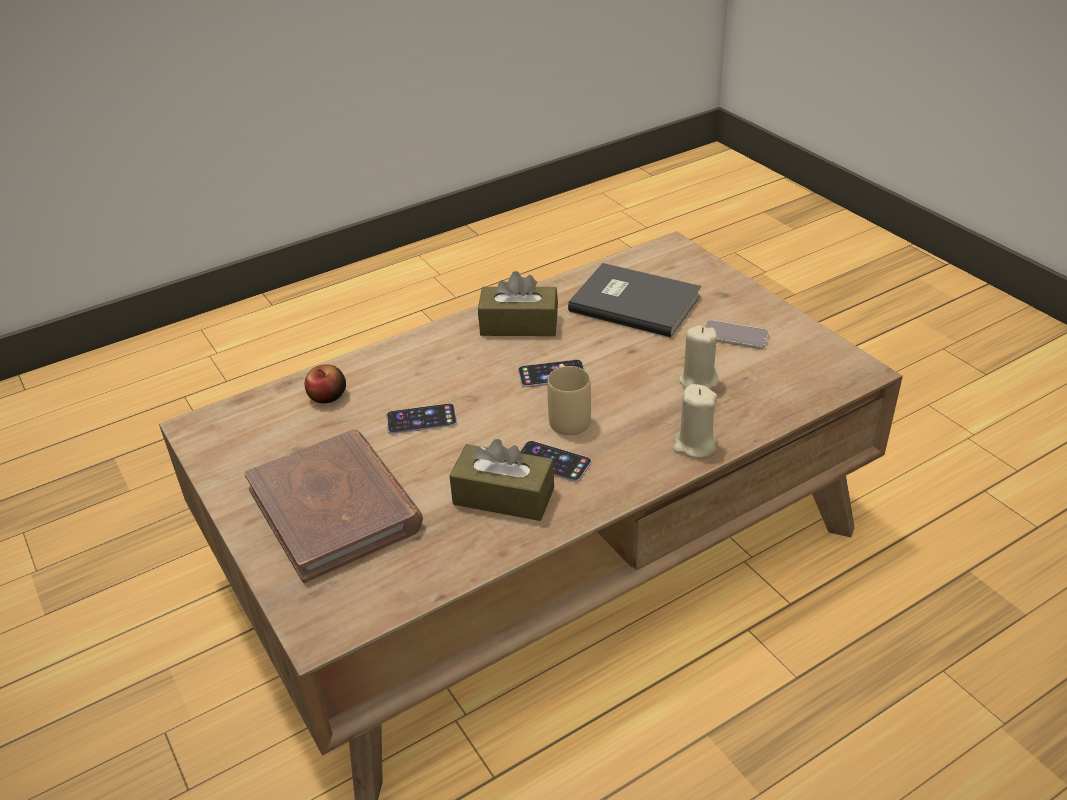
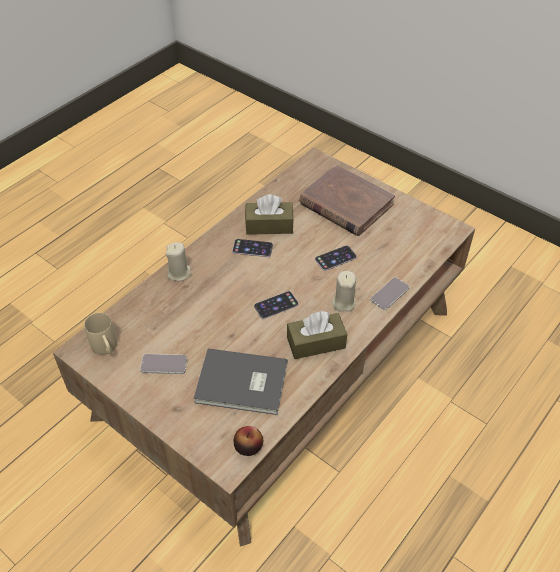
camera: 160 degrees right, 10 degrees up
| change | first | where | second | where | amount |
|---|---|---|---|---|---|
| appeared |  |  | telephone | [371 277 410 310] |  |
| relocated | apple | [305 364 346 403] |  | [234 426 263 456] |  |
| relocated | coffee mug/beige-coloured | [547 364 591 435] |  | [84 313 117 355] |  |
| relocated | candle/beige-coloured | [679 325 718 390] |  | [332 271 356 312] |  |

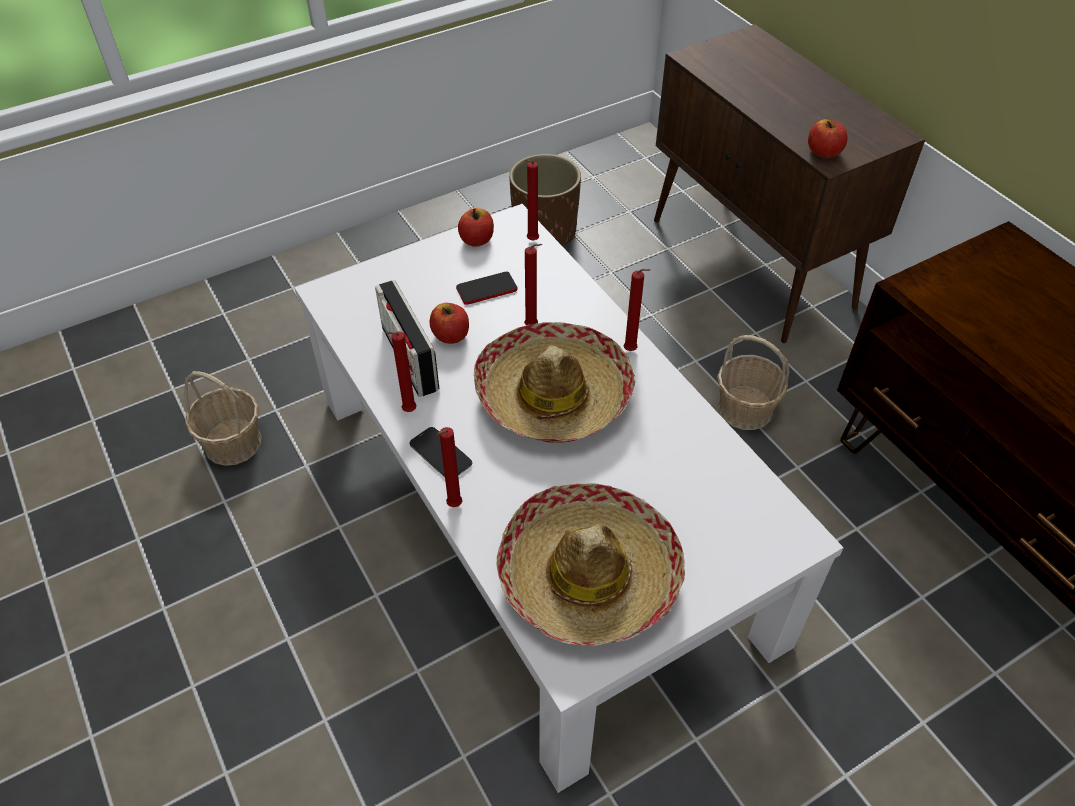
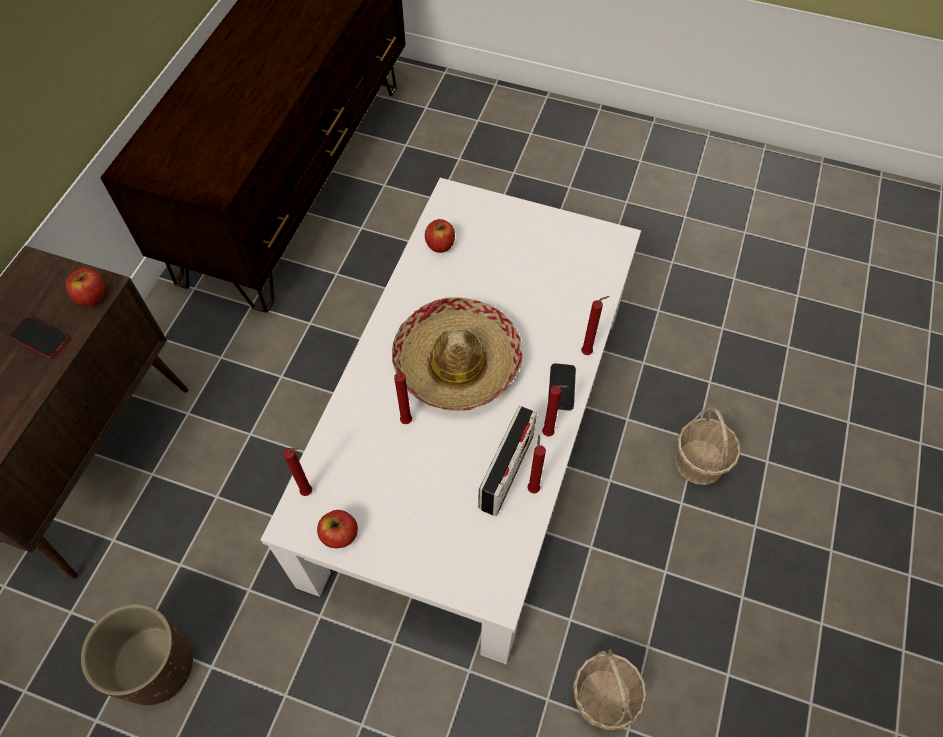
camera: 130 degrees left, 10 degrees up
| change | first | where | second | where | amount |
|---|---|---|---|---|---|
| missing | clothing hat | [497 483 685 646] |  |  |  |
| relocated | apple | [429 303 469 344] |  | [425 219 455 253] |  |
| relocated | telephone | [456 272 518 305] |  | [10 317 69 358] |  |
| relocated | candle/red | [624 269 650 351] |  | [527 435 546 494] |  |
| relocated | storage basket | [717 335 790 430] |  | [675 407 740 485] |  |

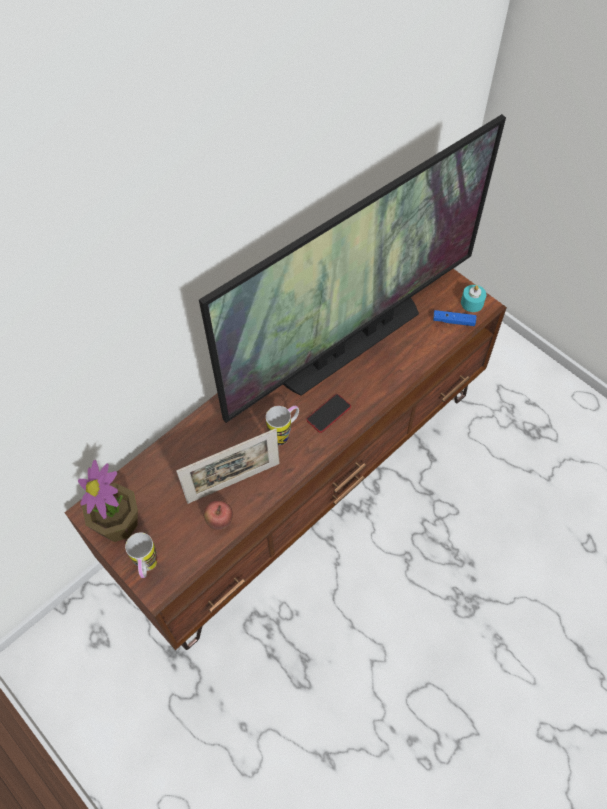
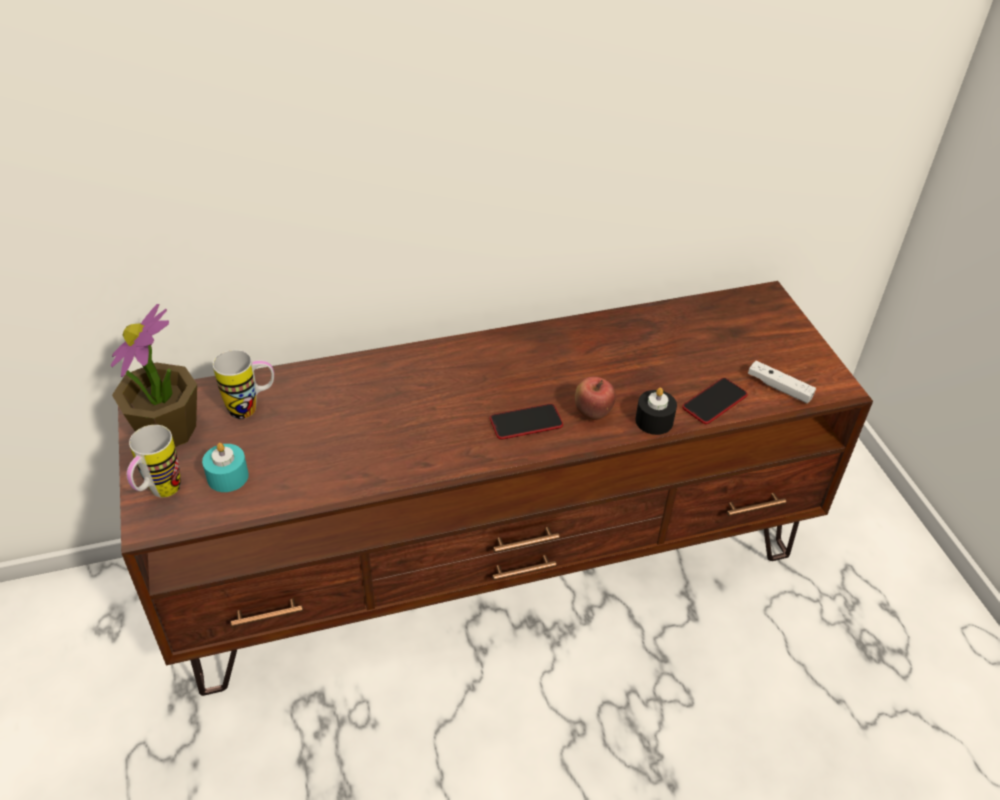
camera: 25 degrees right, 15 degrees down
| change | first | where | second | where | amount |
|---|---|---|---|---|---|
| missing | picture frame | [176 428 280 504] |  |  |  |
| missing | TV | [199 114 506 423] |  |  |  |
| appeared |  |  | candle/black | [635 387 677 435] |  |
| appeared |  |  | telephone | [682 378 748 424] |  |
| relocated | apple | [204 501 233 530] |  | [575 377 616 420] |  |
| relocated | coffee mug | [266 406 299 445] |  | [213 350 274 419] |  |
| relocated | candle/turquoise | [461 285 486 312] |  | [202 443 249 492] |  |
| colour | joypad/blue | [433 310 476 326] | joypad/white | [748 361 816 403] |  |

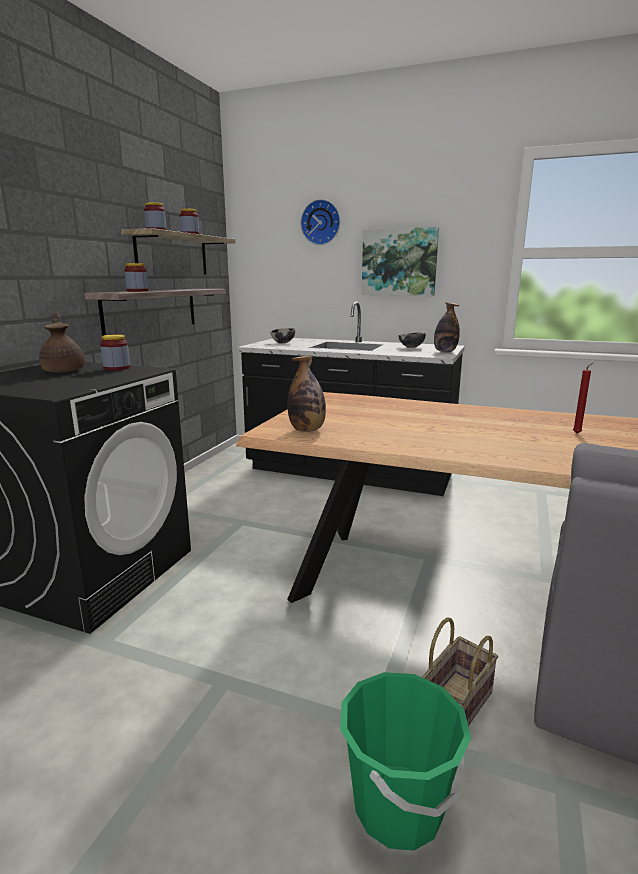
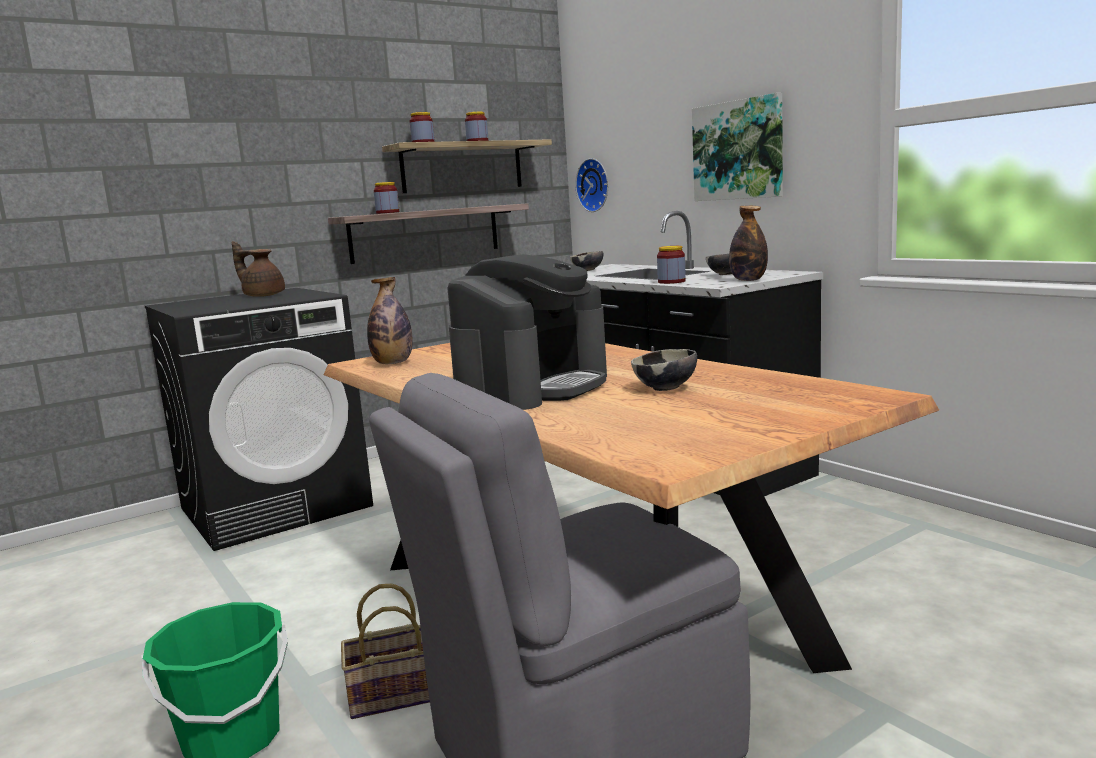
camera: 35 degrees right, 5 degrees down
| change | first | where | second | where | amount |
|---|---|---|---|---|---|
| appeared |  |  | coffee machine | [447 254 607 410] |  |
| relocated | preserve jar | [100 335 130 371] |  | [657 246 686 284] |  |
| relocated | wall clock | [301 199 340 245] |  | [575 158 608 212] |  |
| exchanged | candle/red | [573 363 593 434] | deep dish | [631 349 697 391] |  |
| spun | teapot/brown | [39 312 86 373] |  | [232 241 285 297] | 75 degrees counterclockwise |

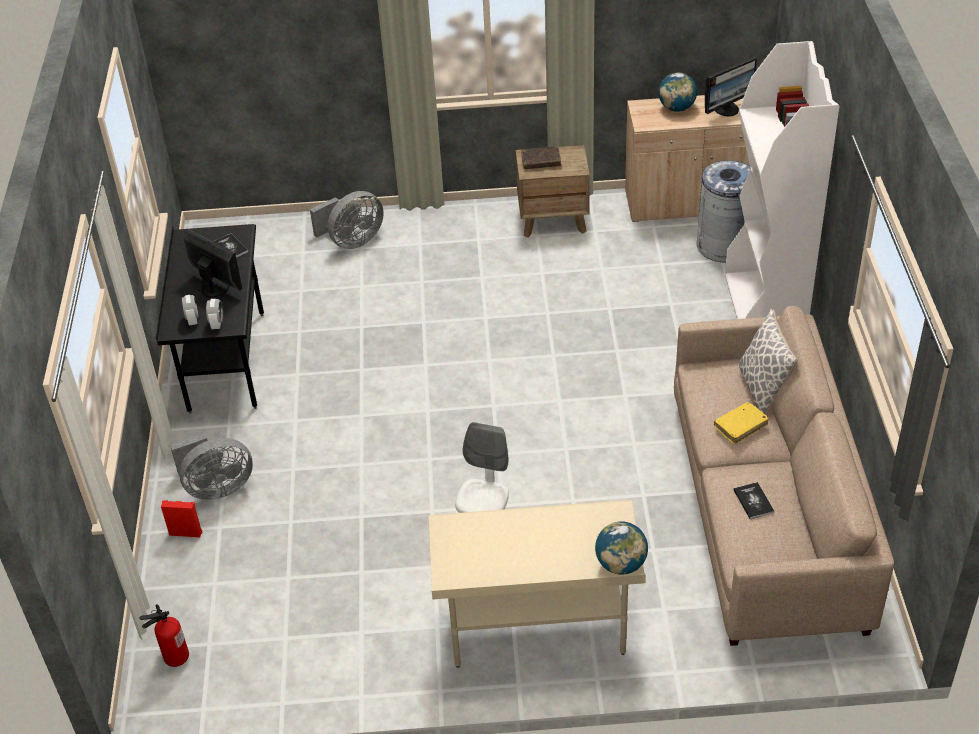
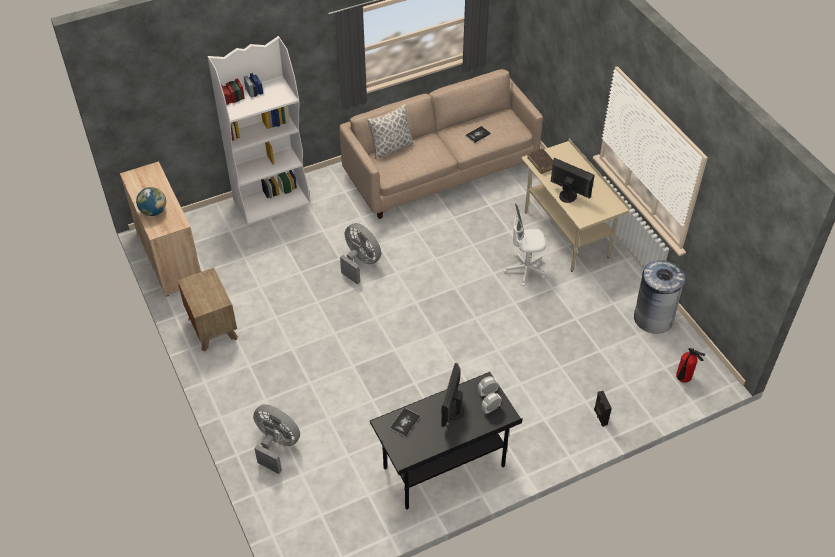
camera: 115 degrees left, 5 degrees up
| change | first | where | second | where | amount |
|---|---|---|---|---|---|
| missing | desk globe | [595 521 648 575] |  |  |  |
| missing | book/yellow | [714 402 769 444] |  |  |  |
| relocated | cooling fan/grey | [170 434 253 500] |  | [340 223 381 284] |  |
| relocated | book/brown | [521 146 561 169] |  | [527 148 553 174] |  |
| relocated | trash can/grey | [696 160 750 262] |  | [634 260 685 334] |  |
| relocated | computer display | [705 56 757 116] |  | [551 158 594 203] |  |
| colour | loudspeaker/red | [161 500 202 537] | loudspeaker/black | [594 391 612 427] |  |

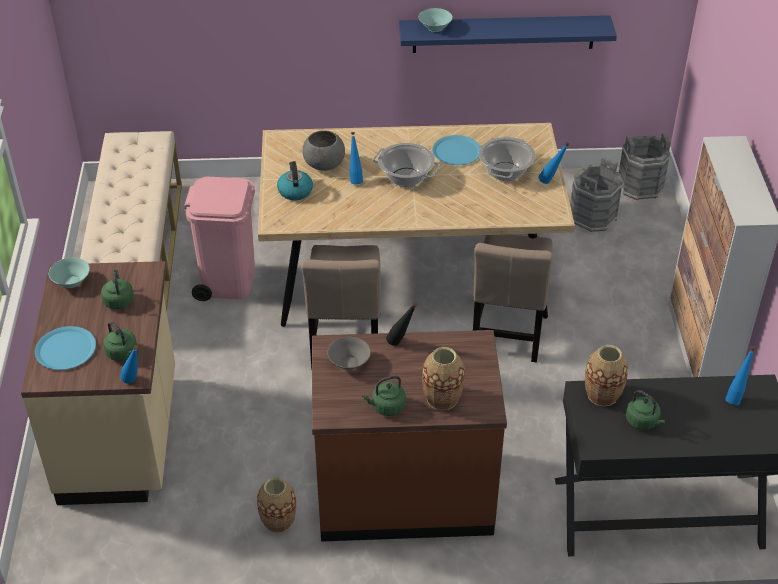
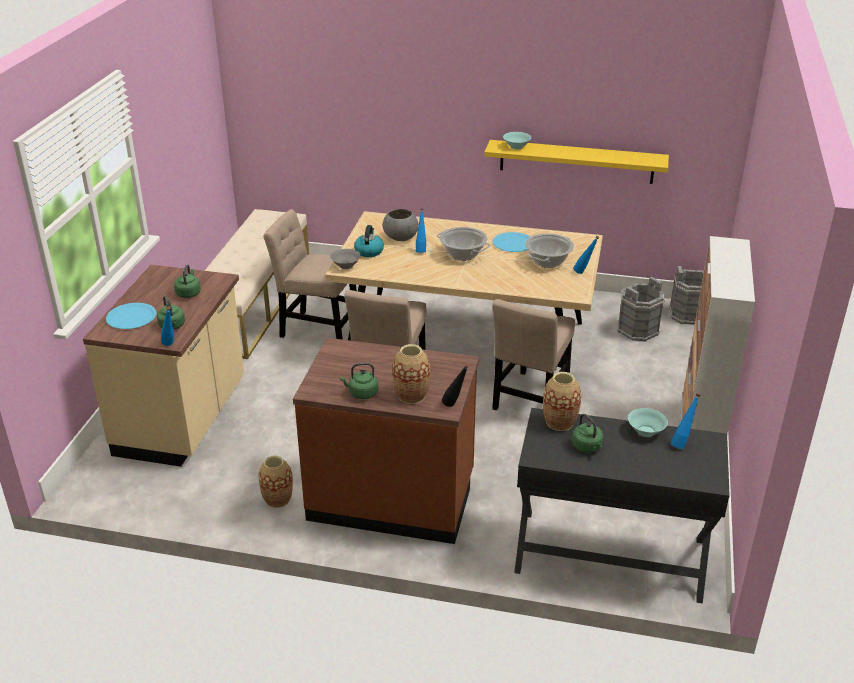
camera: 15 degrees right, 10 degrees down
| change | first | where | second | where | amount |
|---|---|---|---|---|---|
| relocated | deep dish/turquoise | [49 258 90 288] |  | [628 408 668 437] |  |
| relocated | deep dish/grey | [328 337 371 370] |  | [330 249 361 269] |  |
| relocated | drink bottle/black | [386 302 417 346] |  | [442 363 469 407] |  |
| exchanged | trash can/pink | [184 177 255 301] | chair/beige-coloured | [264 209 357 340] |  |
| colour | shelf/blue | [399 15 617 53] | shelf/yellow | [484 140 669 184] |  |

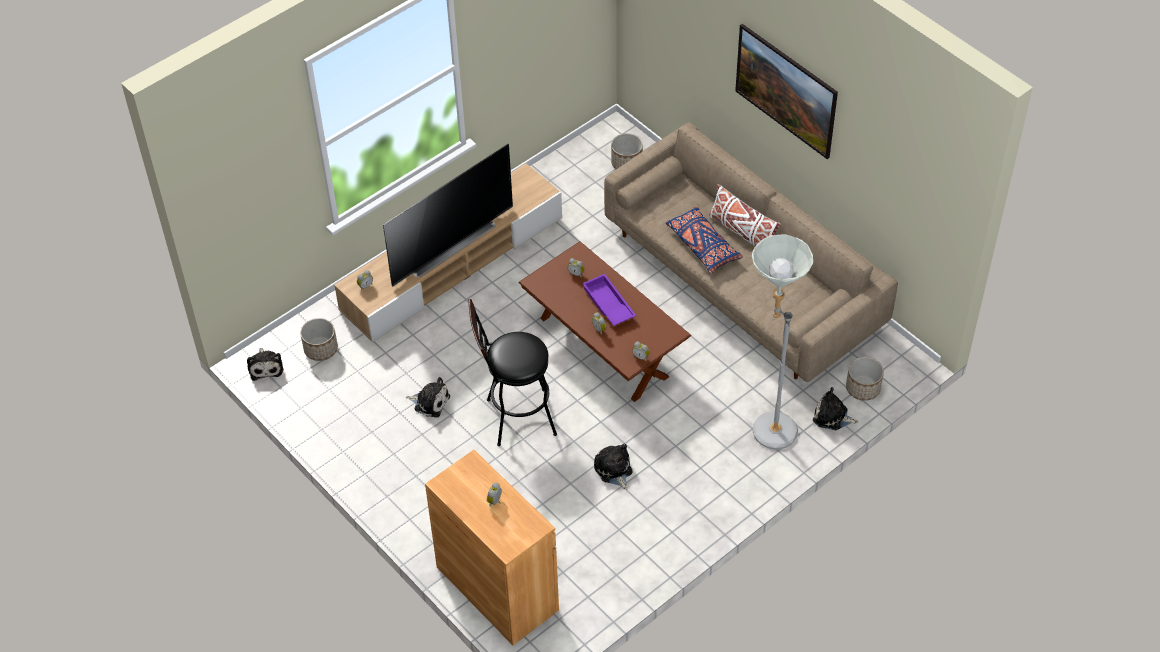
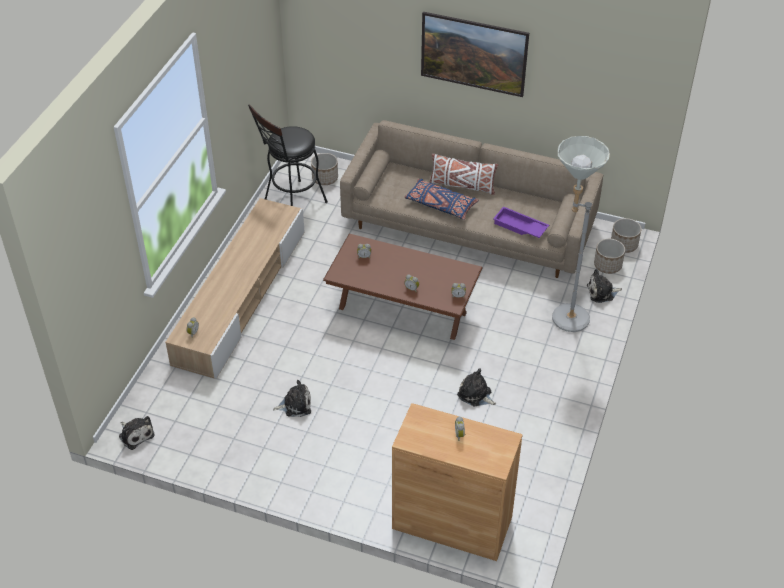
camera: 30 degrees left, 5 degrees down
| change | first | where | second | where | amount |
|---|---|---|---|---|---|
| missing | TV | [383 144 513 287] |  |  |  |
| relocated | flower pot | [300 318 338 361] |  | [611 218 641 253] |  |
| relocated | stool/black | [469 299 557 446] |  | [248 104 328 206] |  |
| relocated | carrying tray/purple-coloured | [582 274 636 326] |  | [493 207 549 238] |  |

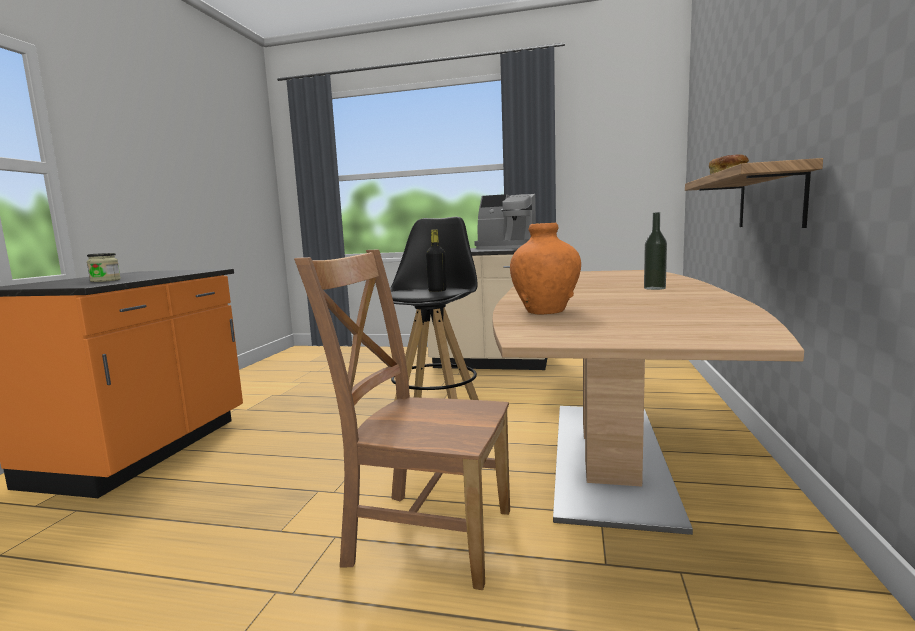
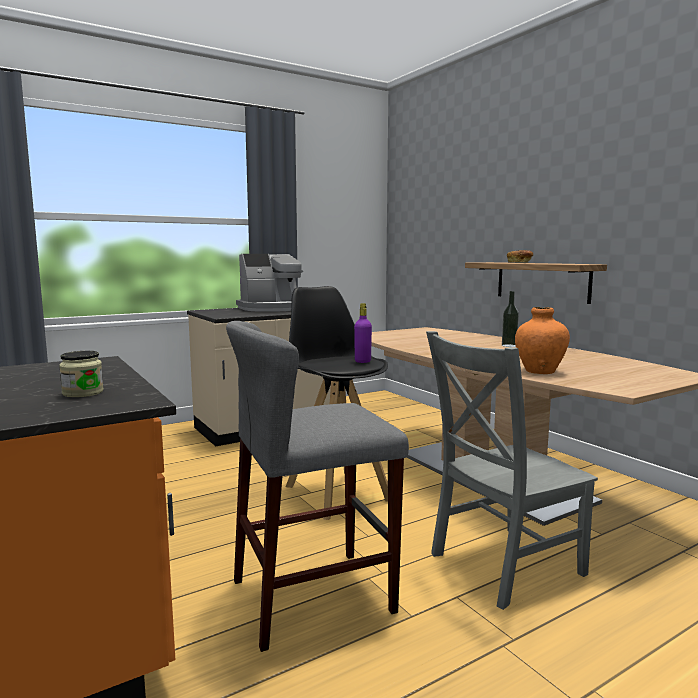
camera: 45 degrees left, 0 degrees up
| change | first | where | second | where | amount |
|---|---|---|---|---|---|
| appeared |  |  | stool/grey | [226 321 409 652] |  |
| colour | chair/brown | [294 250 510 590] | chair/grey | [426 331 598 610] |  |
| colour | drink bottle/black | [426 229 446 292] | drink bottle/purple-coloured | [354 303 372 363] |  |

